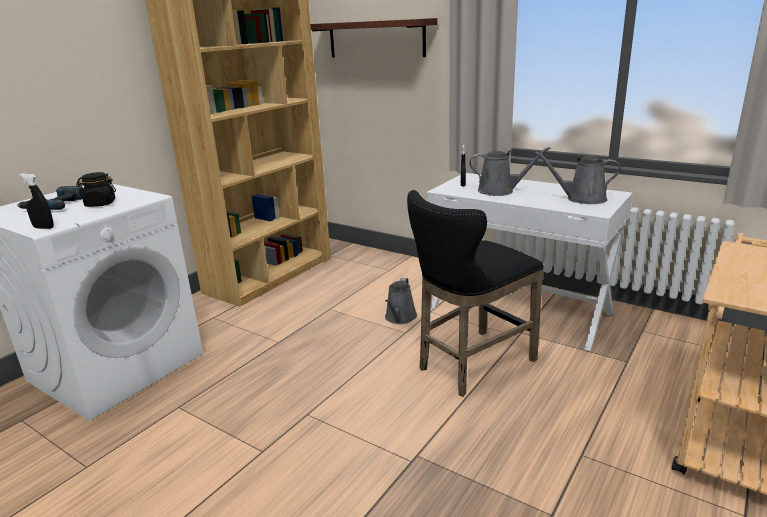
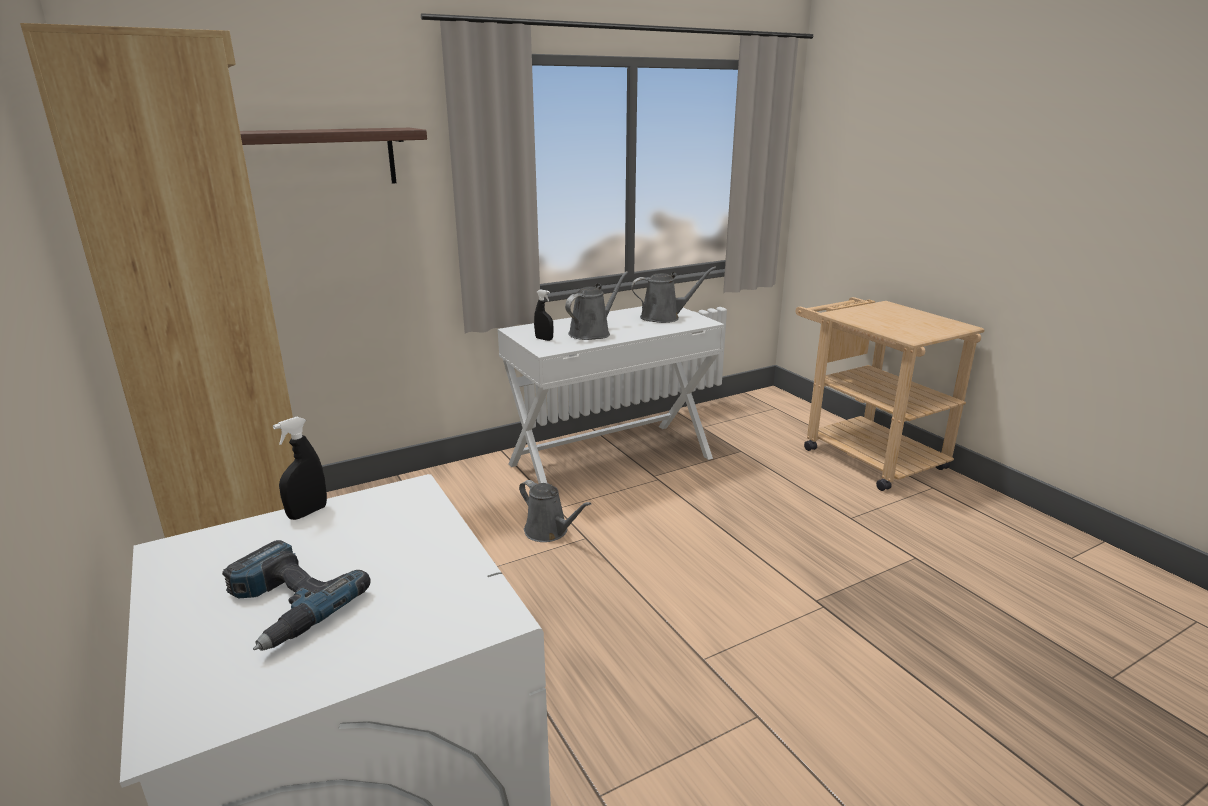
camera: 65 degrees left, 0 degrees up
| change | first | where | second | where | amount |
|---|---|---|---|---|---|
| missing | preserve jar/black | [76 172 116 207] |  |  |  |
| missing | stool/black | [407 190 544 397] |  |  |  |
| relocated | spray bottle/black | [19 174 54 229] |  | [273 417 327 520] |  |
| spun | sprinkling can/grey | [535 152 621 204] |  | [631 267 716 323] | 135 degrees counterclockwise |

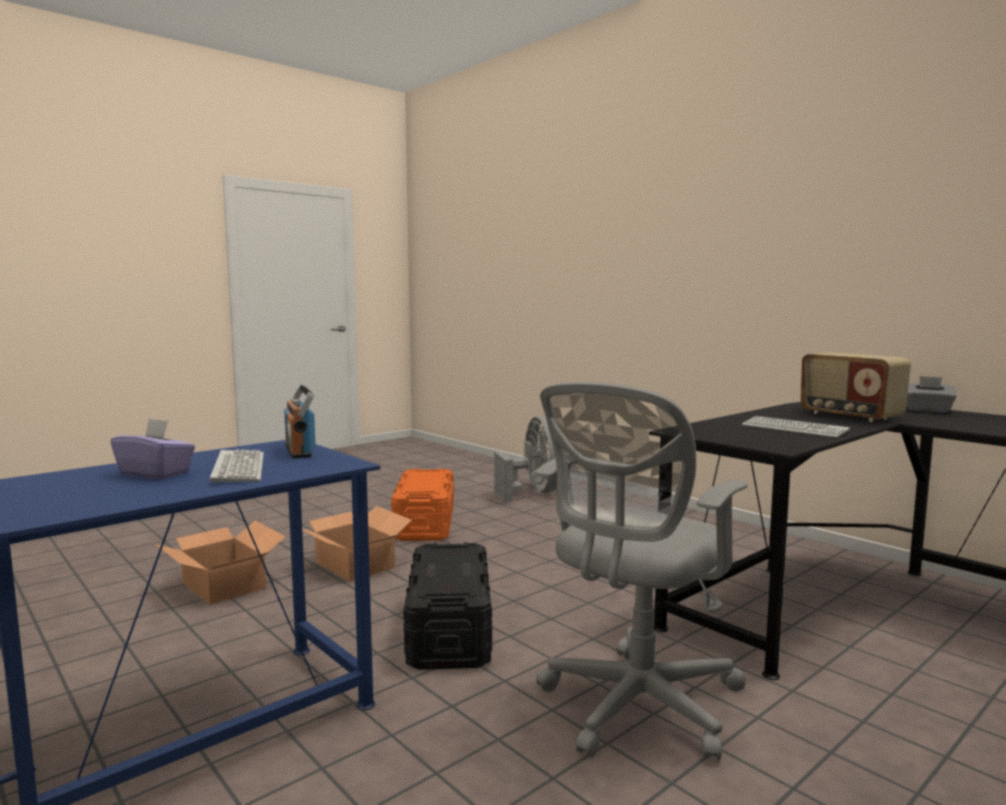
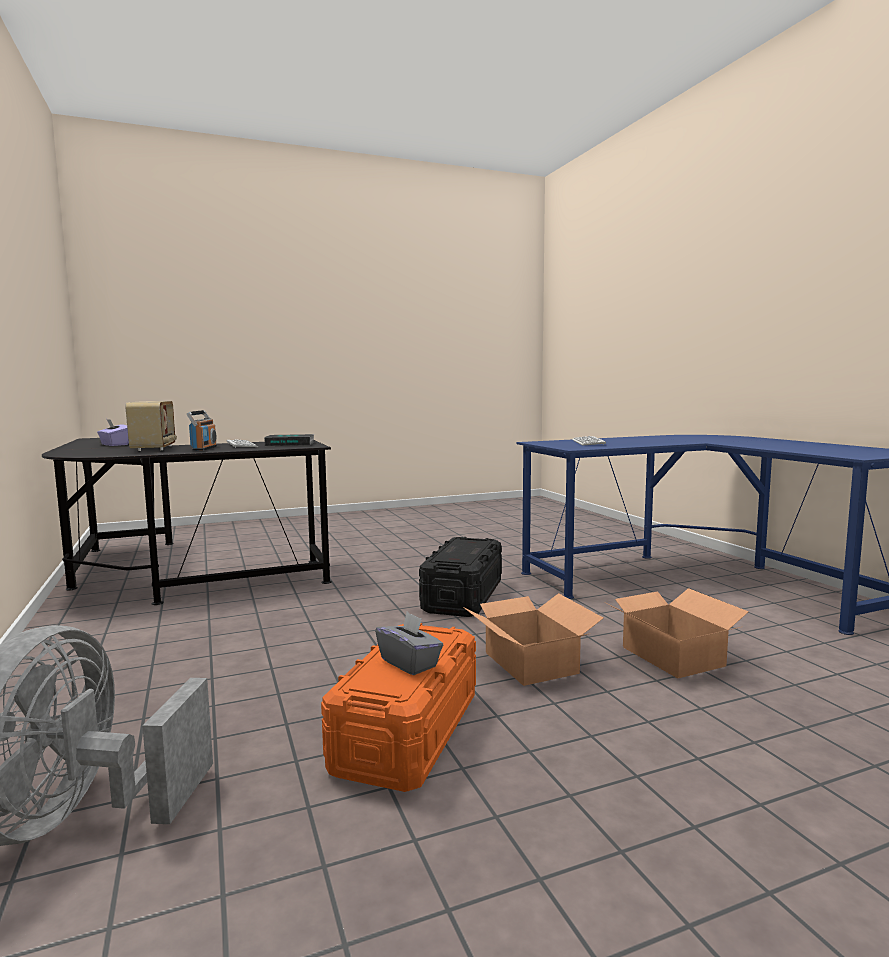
camera: 160 degrees left, 0 degrees up
| change | first | where | second | where | amount |
|---|---|---|---|---|---|
| missing | office chair/grey | [535 382 748 761] |  |  |  |
| appeared |  |  | book | [264 434 315 446] |  |
| relocated | box of tissues/purple-coloured | [111 418 195 479] |  | [97 419 129 446] |  |
| relocated | radio | [284 384 316 459] |  | [187 410 217 451] |  |
| relocated | box of tissues/grey | [906 376 956 413] |  | [375 612 443 675] |  |

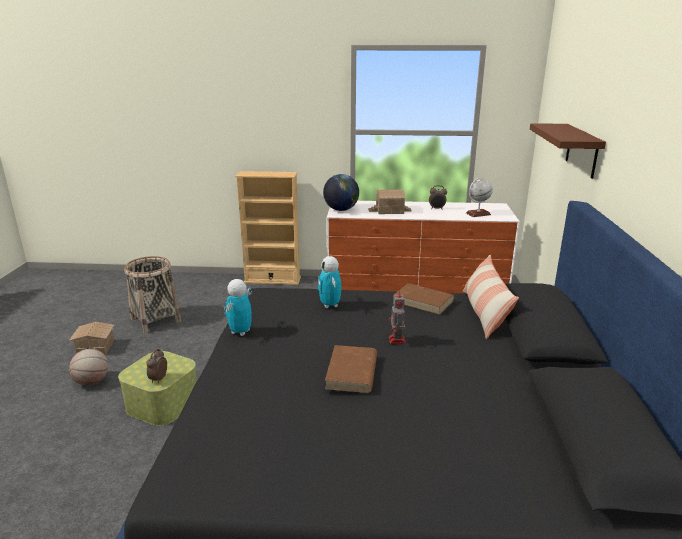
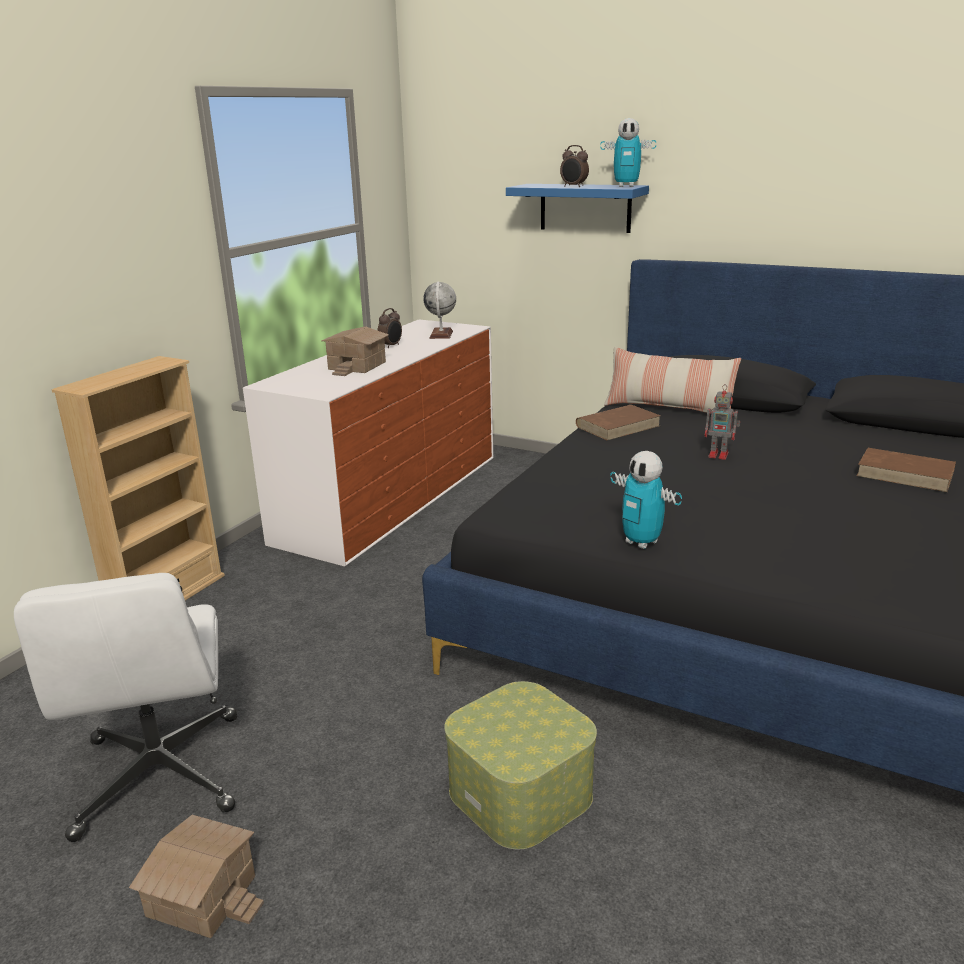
camera: 65 degrees left, 0 degrees up
| change | first | where | second | where | amount |
|---|---|---|---|---|---|
| missing | ball for basketball | [69 349 108 385] |  |  |  |
| missing | desk globe | [323 174 359 211] |  |  |  |
| relocated | alarm clock | [146 349 167 383] |  | [560 145 589 187] |  |
| relocated | robot figure | [318 256 341 308] |  | [600 118 656 187] |  |
| relocated | book/brown | [325 345 377 393] |  | [856 448 956 492] |  |
| exchanged | storage basket | [124 256 181 333] | office chair/white | [14 573 237 842] |  |
| colour | shelf/brown | [530 123 606 179] | shelf/blue | [506 184 649 233] |  |

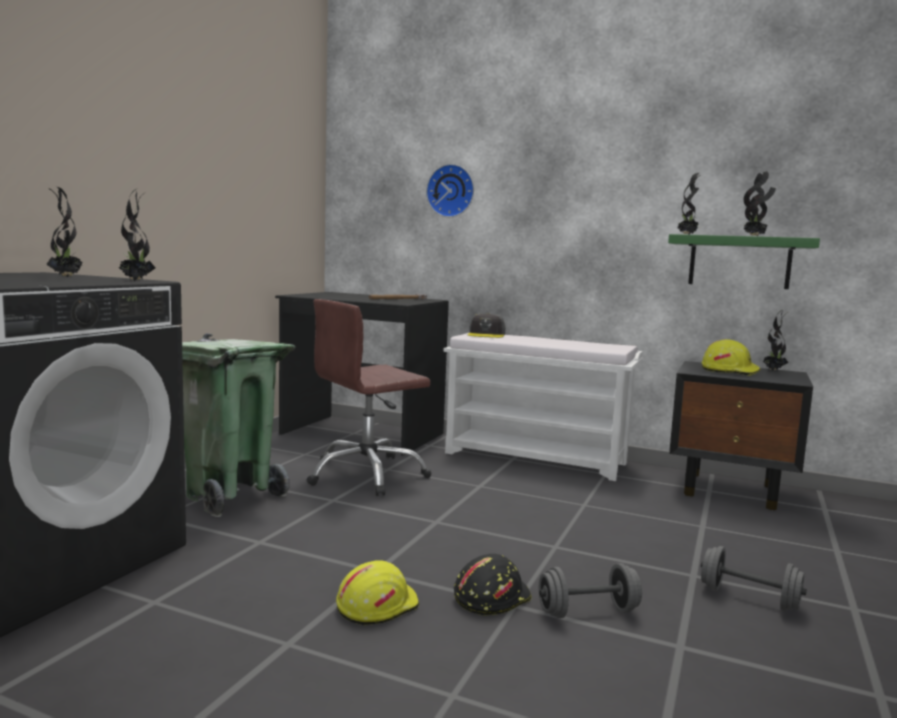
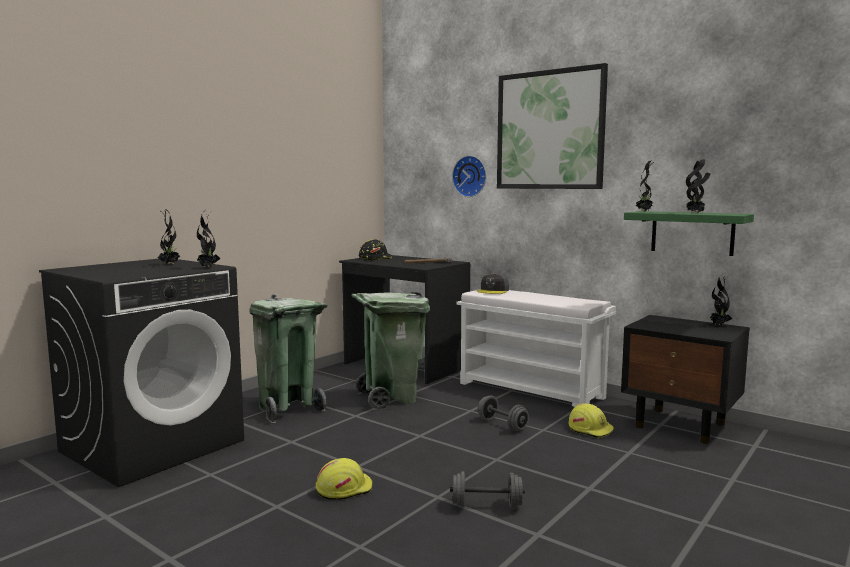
camera: 15 degrees right, 0 degrees up
| change | first | where | second | where | amount |
|---|---|---|---|---|---|
| appeared |  |  | picture | [497 63 608 189] |  |
| relocated | safety helmet/black | [454 554 532 616] |  | [359 239 392 260] |  |
| relocated | dumbbell/grey | [701 546 807 612] |  | [478 395 529 431] |  |
| relocated | safety helmet/yellow | [702 339 760 376] |  | [568 403 614 438] |  |
| exchanged | office chair/brown | [307 299 432 496] | trash can/green-coloured | [351 292 430 410] |  |

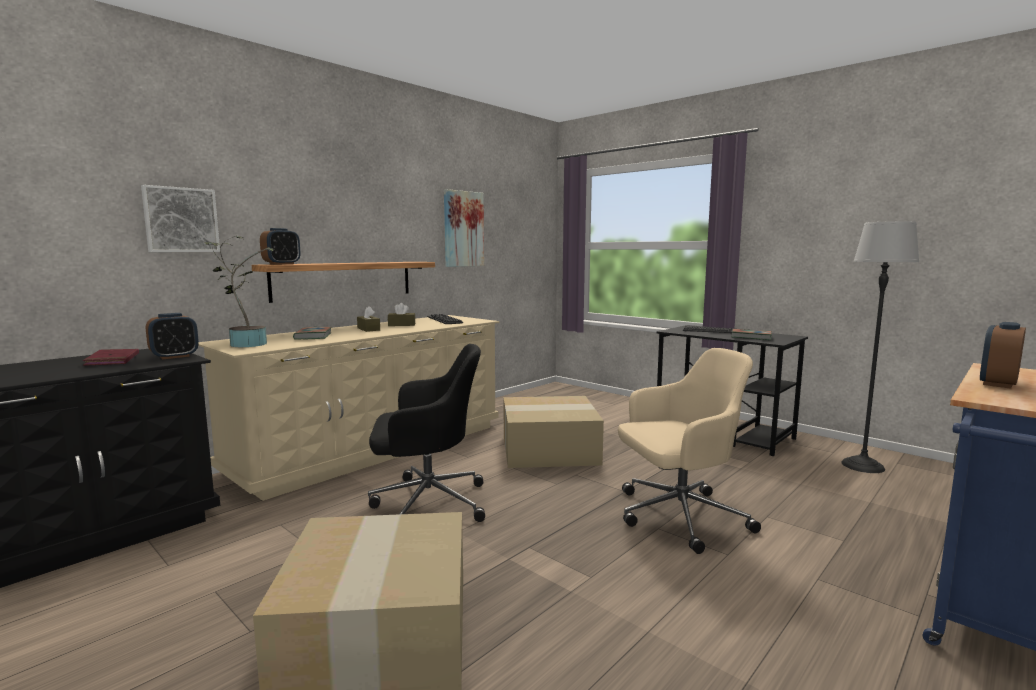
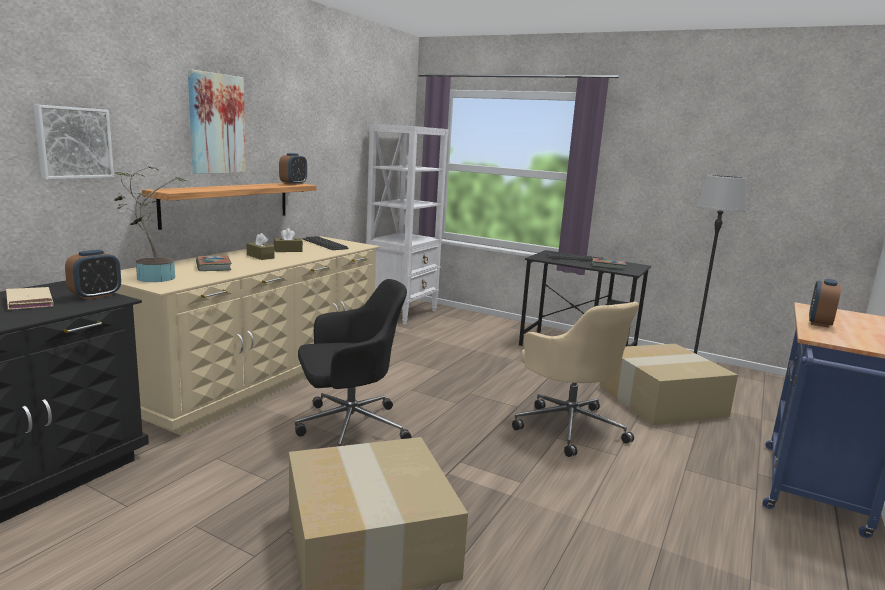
camera: 15 degrees left, 5 degrees up
| change | first | where | second | where | amount |
|---|---|---|---|---|---|
| appeared |  |  | shelving unit/white | [366 124 449 324] |  |
| relocated | alarm clock | [260 228 300 265] |  | [279 153 307 185] |  |
| relocated | picture | [444 189 484 267] |  | [188 69 246 174] |  |
| relocated | carton | [504 396 604 468] |  | [600 344 738 425] |  |
| colour | book/red | [83 349 139 366] | book/beige-coloured | [6 287 54 310] |  |
| spun | office chair/beige-coloured | [618 348 761 554] |  | [512 302 639 457] | 90 degrees clockwise |

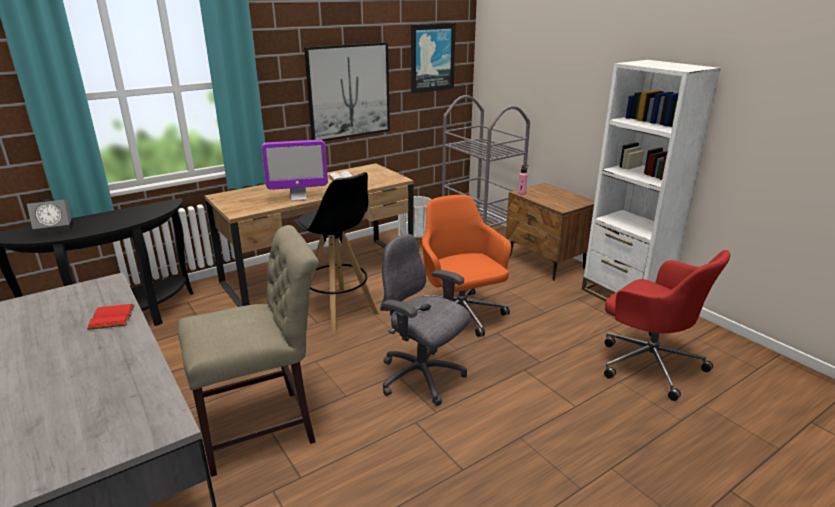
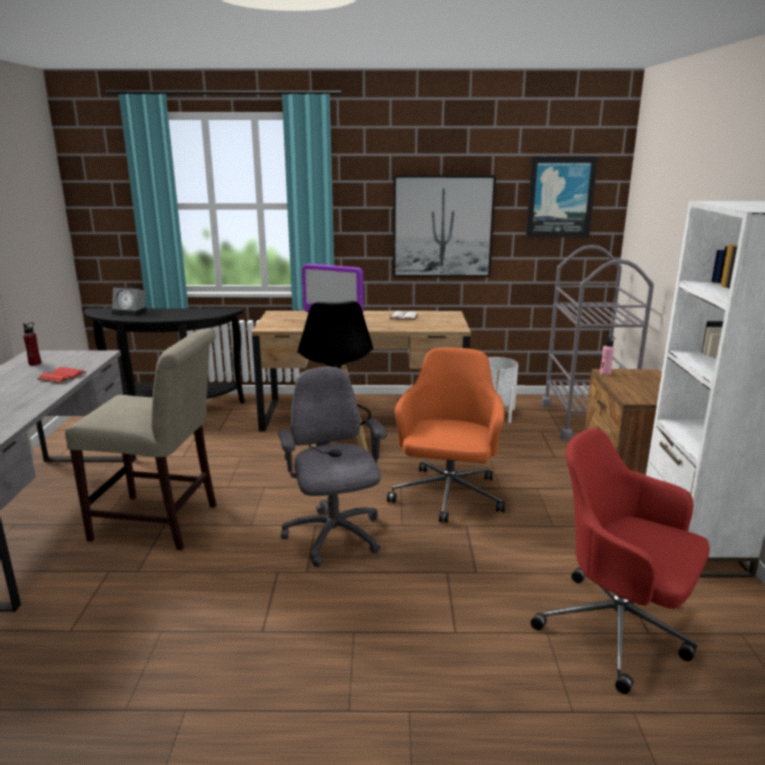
camera: 35 degrees right, 5 degrees down
| change | first | where | second | where | amount |
|---|---|---|---|---|---|
| appeared |  |  | drink bottle/red | [23 322 41 365] |  |
| spun | office chair/red | [604 250 730 401] |  | [531 428 710 694] | 135 degrees clockwise |

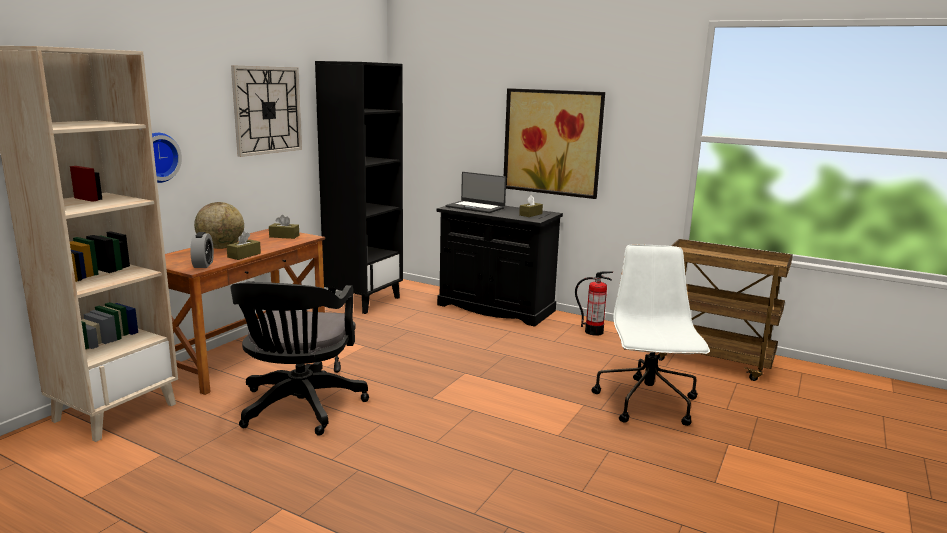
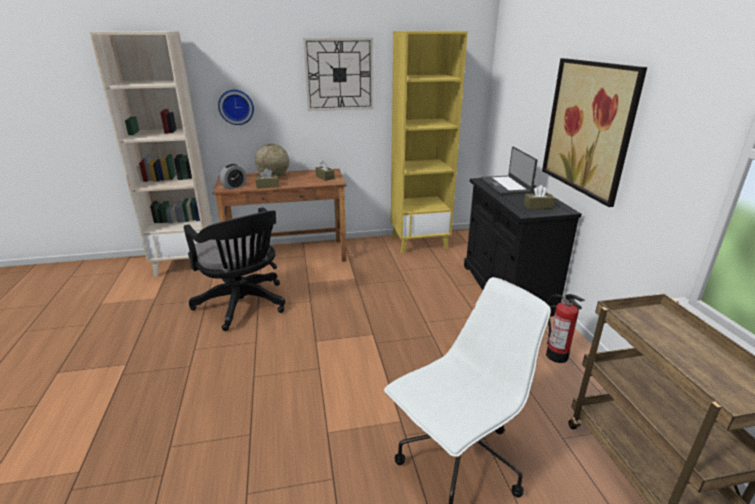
camera: 50 degrees right, 10 degrees up
| change | first | where | second | where | amount |
|---|---|---|---|---|---|
| colour | shelving unit/black | [315 61 403 314] | shelving unit/yellow | [391 31 468 253] |  |
| spun | office chair/black | [230 281 369 436] |  | [184 207 285 331] | 90 degrees counterclockwise |

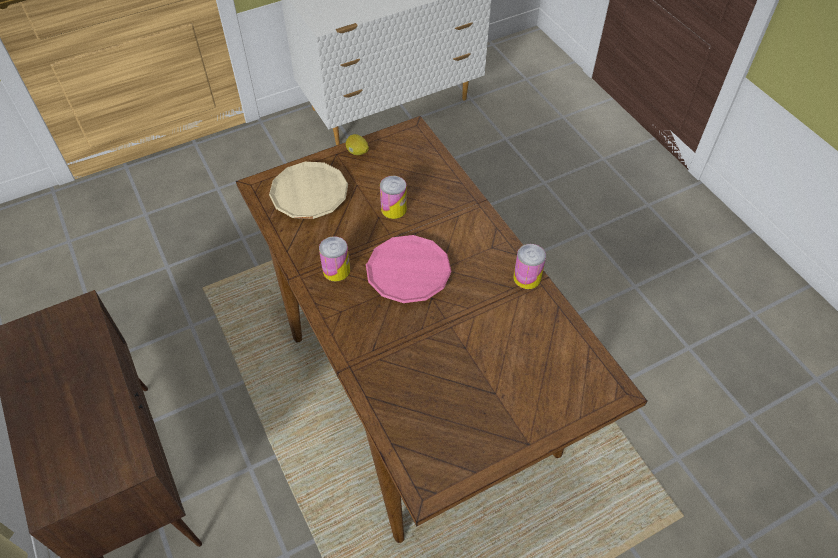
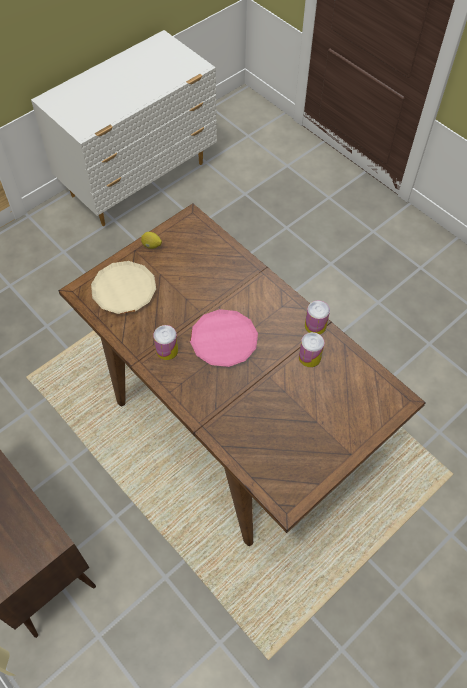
camera: 15 degrees left, 5 degrees up
| change | first | where | second | where | amount |
|---|---|---|---|---|---|
| relocated | metal can | [380 176 407 219] |  | [299 332 324 367] |  |

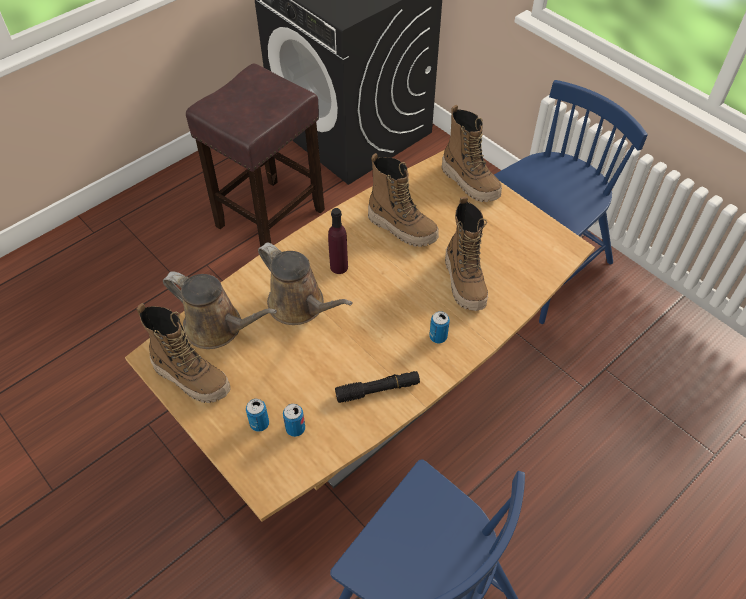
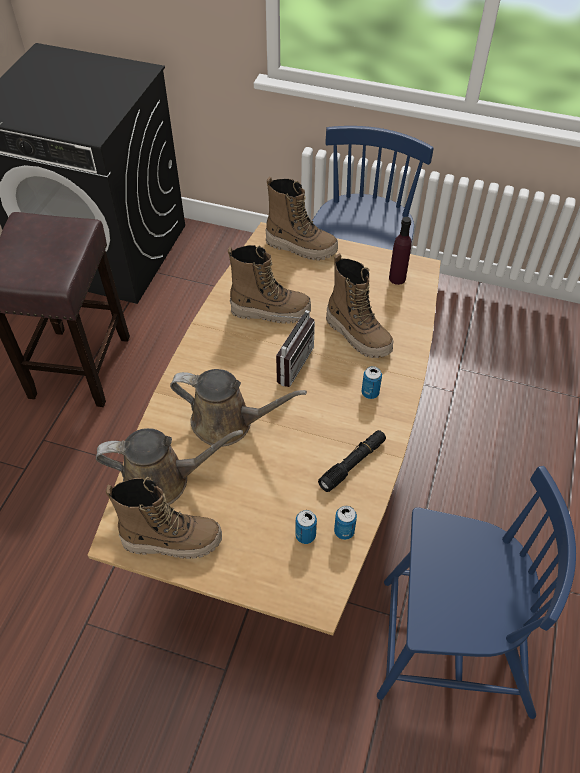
camera: 30 degrees left, 0 degrees up
| change | first | where | second | where | amount |
|---|---|---|---|---|---|
| appeared |  |  | radio | [270 310 315 387] |  |
| relocated | metal can | [246 399 269 432] |  | [334 506 357 540] |  |
| relocated | drink bottle/purple-coloured | [328 208 348 274] |  | [389 217 411 285] |  |

